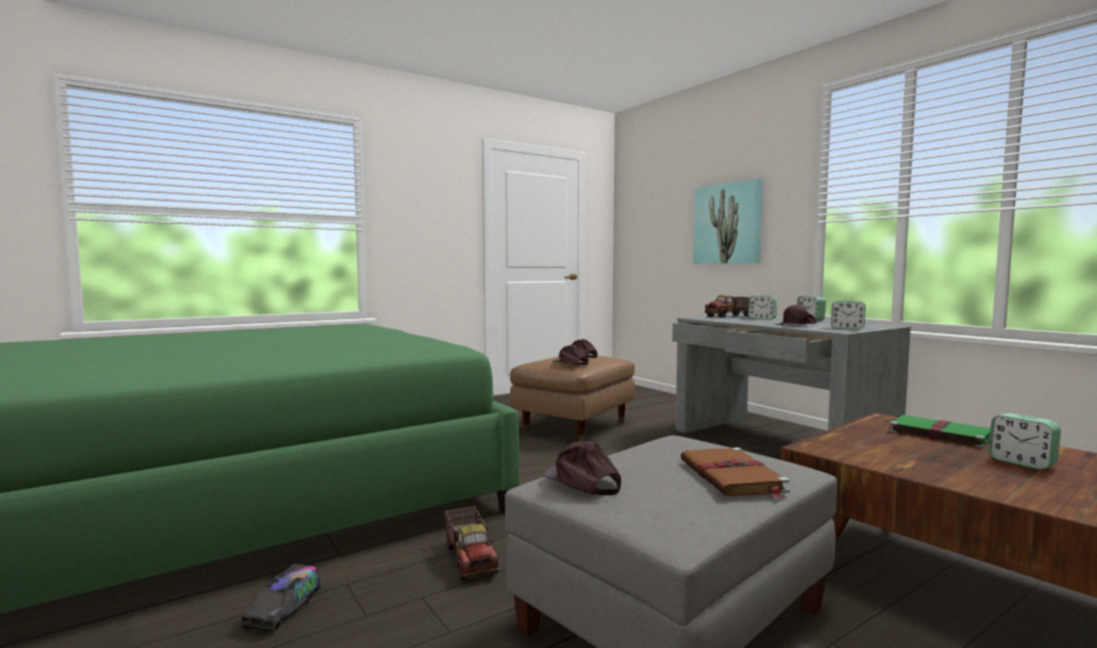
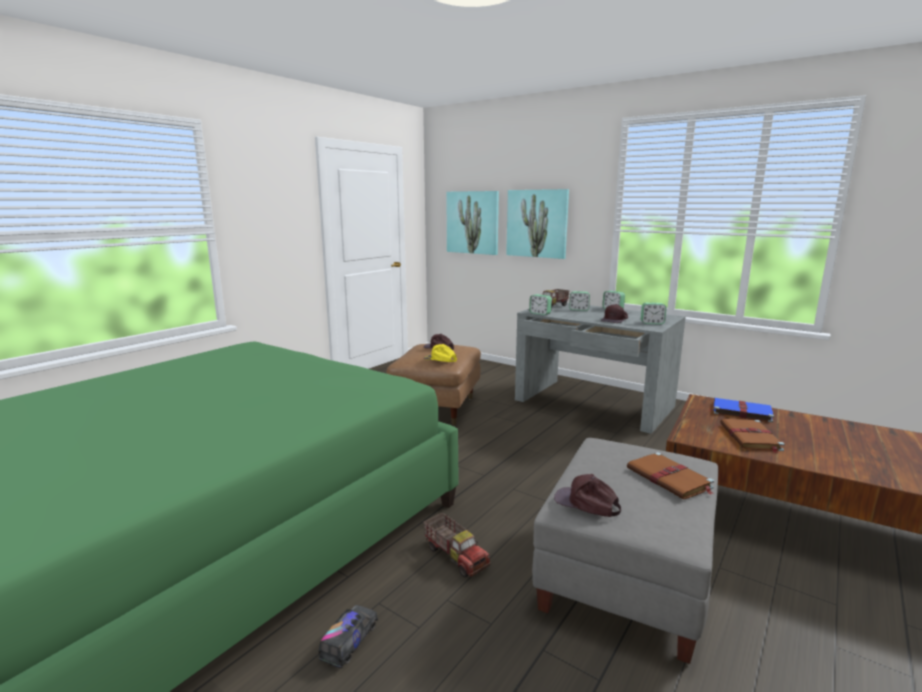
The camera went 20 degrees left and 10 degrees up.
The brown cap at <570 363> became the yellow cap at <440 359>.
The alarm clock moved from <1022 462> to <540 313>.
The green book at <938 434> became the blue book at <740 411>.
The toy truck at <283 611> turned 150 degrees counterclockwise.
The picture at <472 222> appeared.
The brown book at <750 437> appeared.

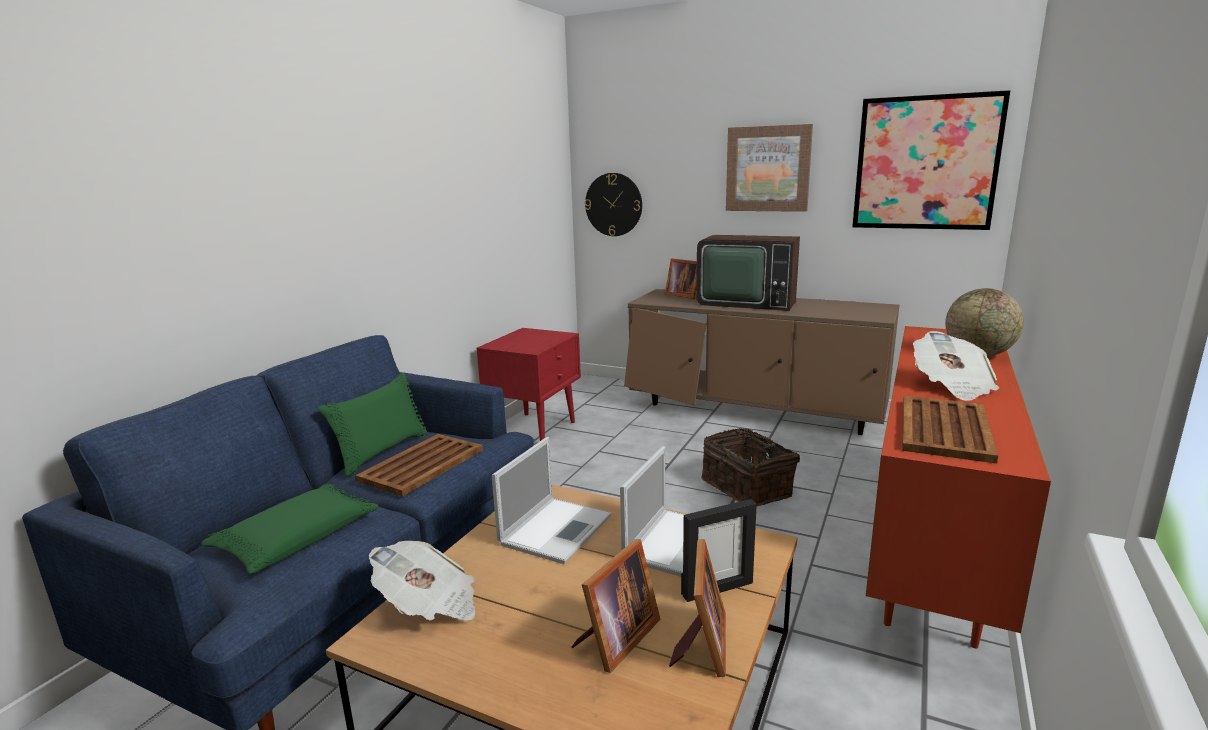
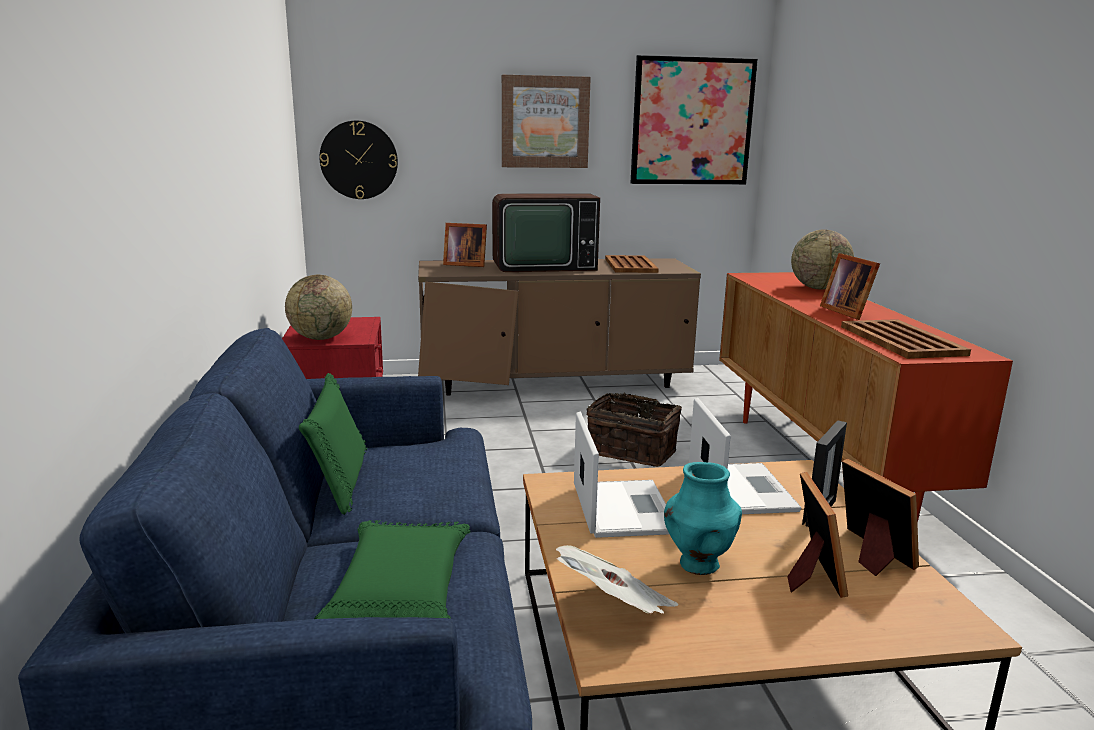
The camera went 35 degrees left and 0 degrees up.
The newspaper at <952 386> was replaced by the picture frame at <847 312>.
The brown tray moved from <423 464> to <630 265>.
The globe at <321 338> appeared.
The turquoise vase at <698 565> appeared.

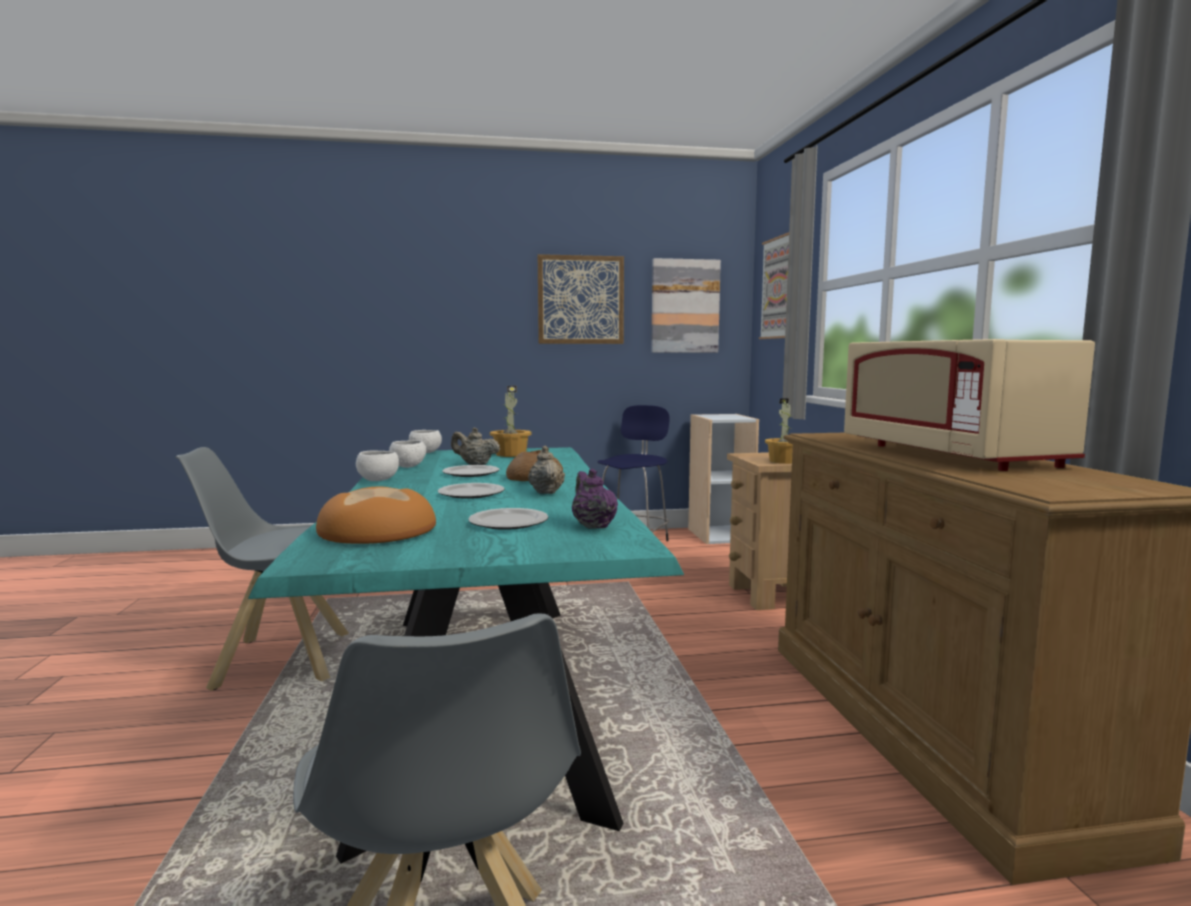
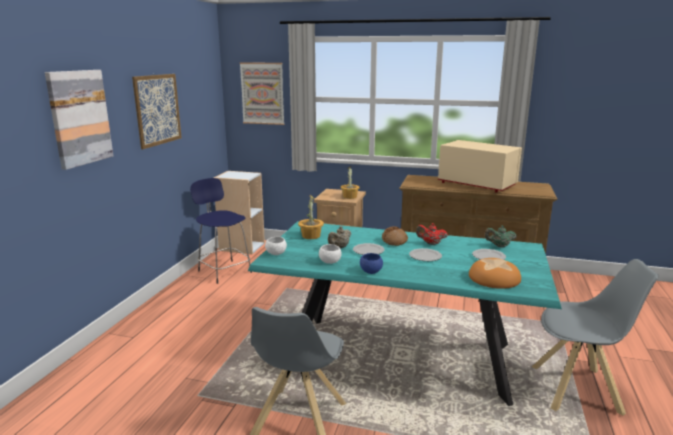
The camera went 65 degrees left and 10 degrees up.
The picture moved from <685 306> to <79 117>.
The beige microwave at <949 455> turned 150 degrees counterclockwise.
The beige teapot at <546 492> became the red teapot at <431 243>.
The white bowl at <378 480> became the blue bowl at <371 272>.
The purple teapot at <593 526> became the green teapot at <499 246>.

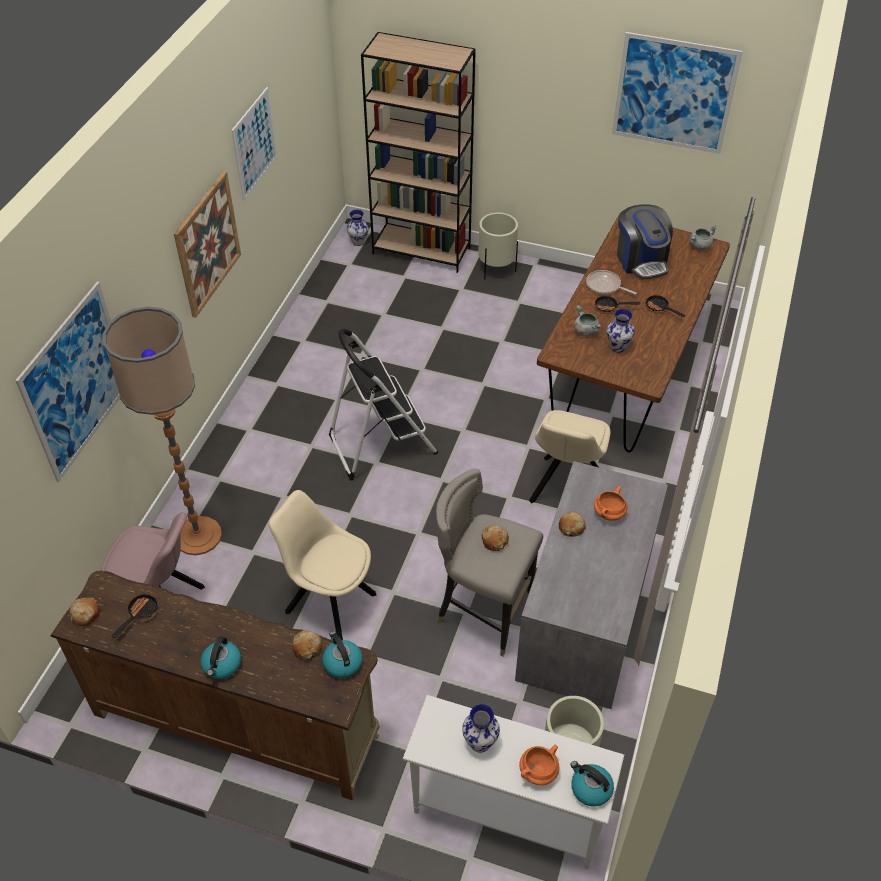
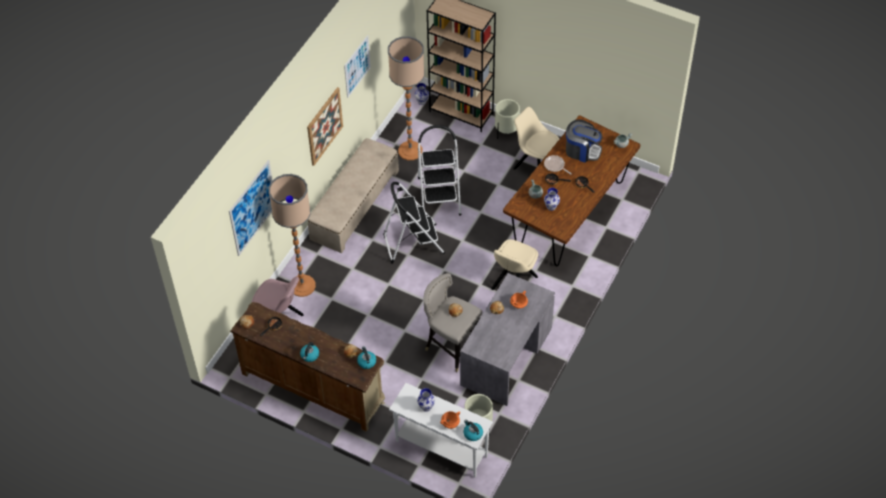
The camera went 10 degrees right and 5 degrees up.
The picture at <674 94> disappeared.
The coffee machine at <641 260> turned 60 degrees counterclockwise.
The beige chair moved from <329 603> to <535 167>.
The floor lamp at <410 151> appeared.
The step ladder at <439 195> appeared.
The beige bench at <355 204> appeared.

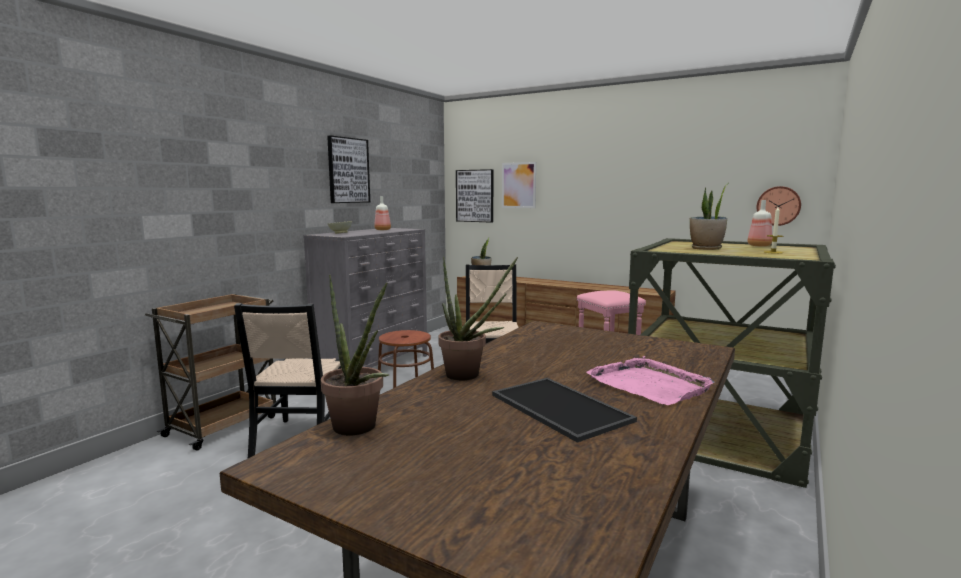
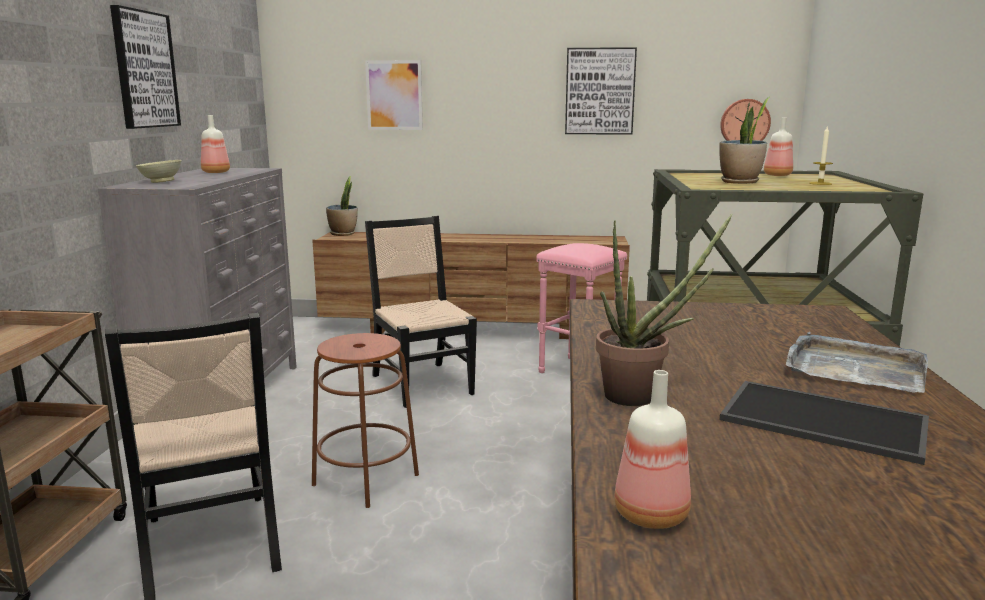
The camera went 25 degrees left and 5 degrees up.
The picture moved from <475 196> to <600 91>.
The potted plant at <359 430> was replaced by the bottle at <651 516>.
The pink tray at <650 384> became the grey tray at <854 368>.

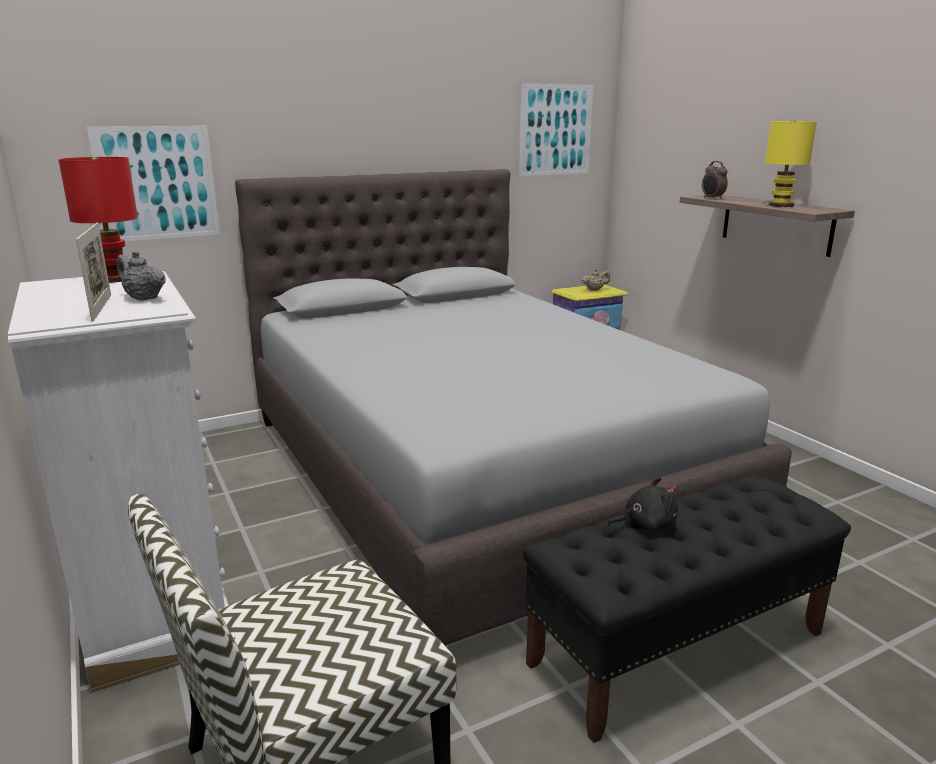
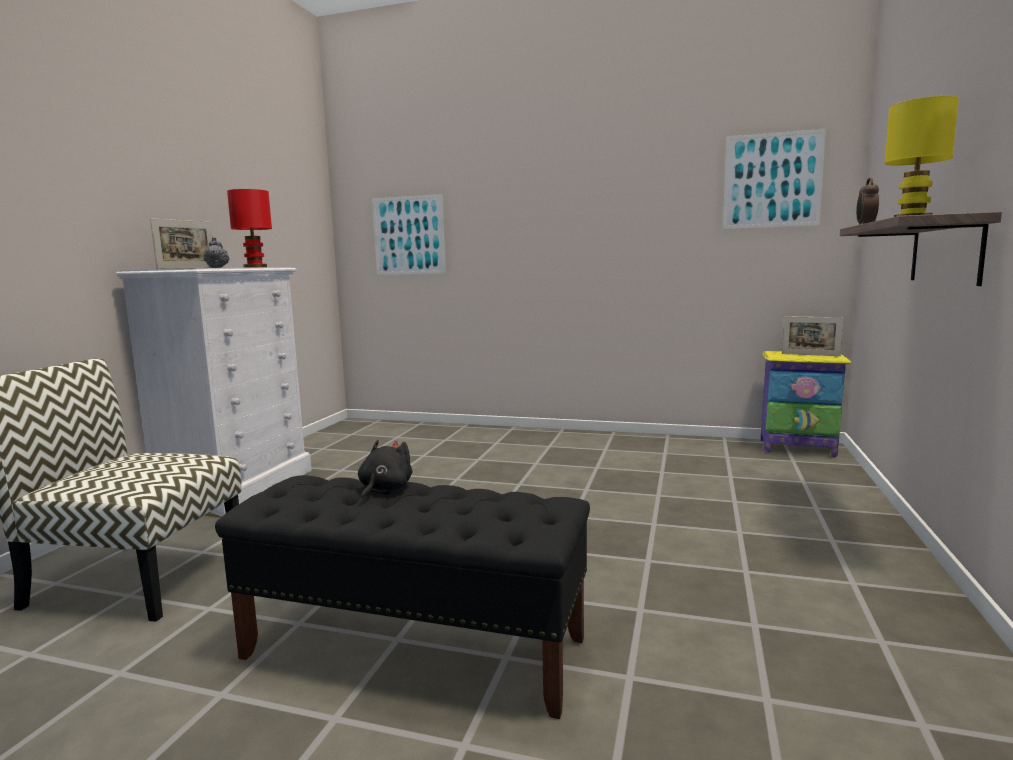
The camera went 45 degrees right and 10 degrees down.
The grey bed at <476 473> disappeared.
The beige teapot at <595 290> was replaced by the picture frame at <810 355>.
The black plush toy at <646 525> turned 105 degrees counterclockwise.

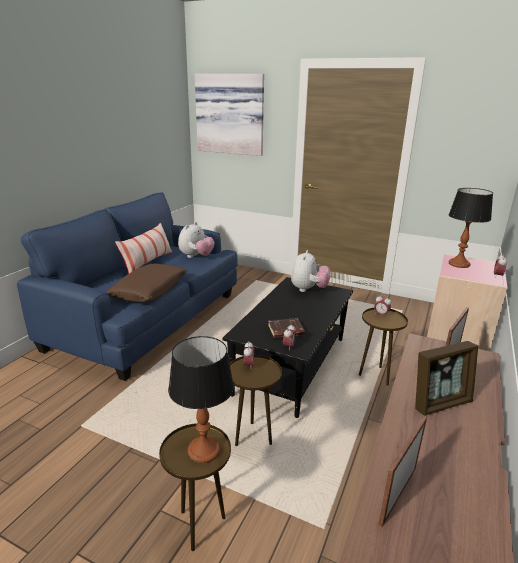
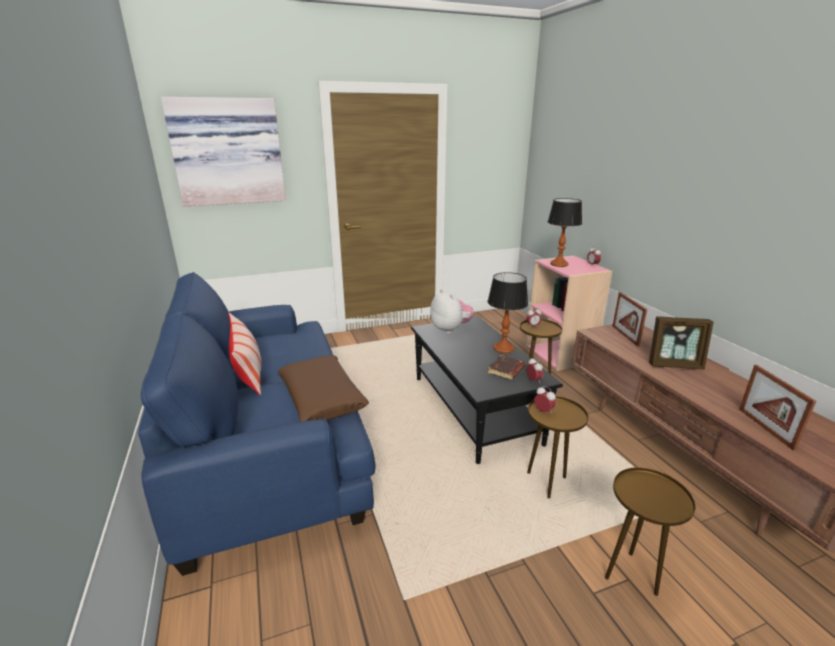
The camera went 45 degrees left and 0 degrees up.
The plush toy at <196 256> disappeared.
The table lamp moved from <204 450> to <503 348>.
The picture frame at <440 403> turned 75 degrees clockwise.

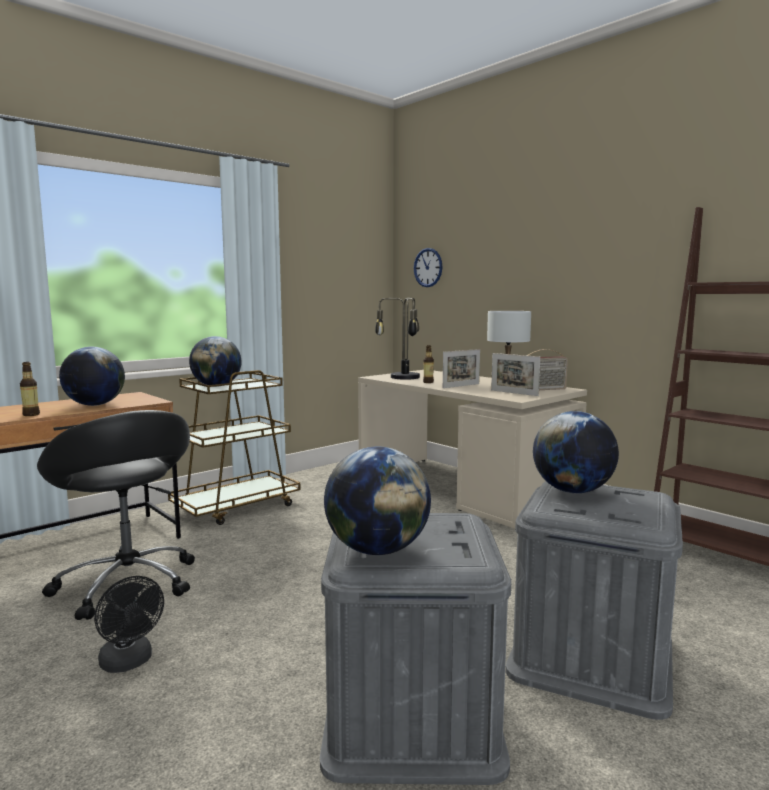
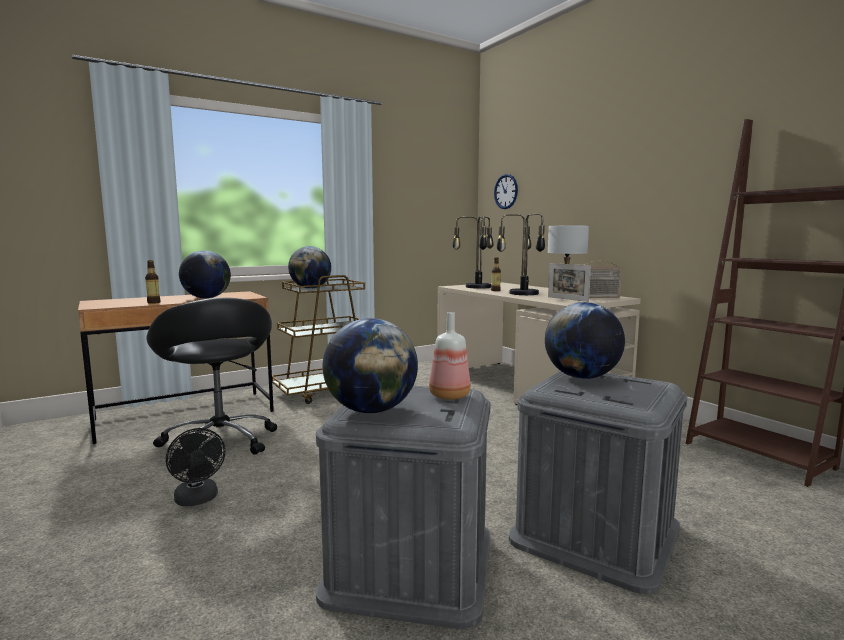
The camera went 10 degrees right and 0 degrees up.
The picture frame at <461 386> was replaced by the table lamp at <523 293>.
The bottle at <448 396> appeared.

